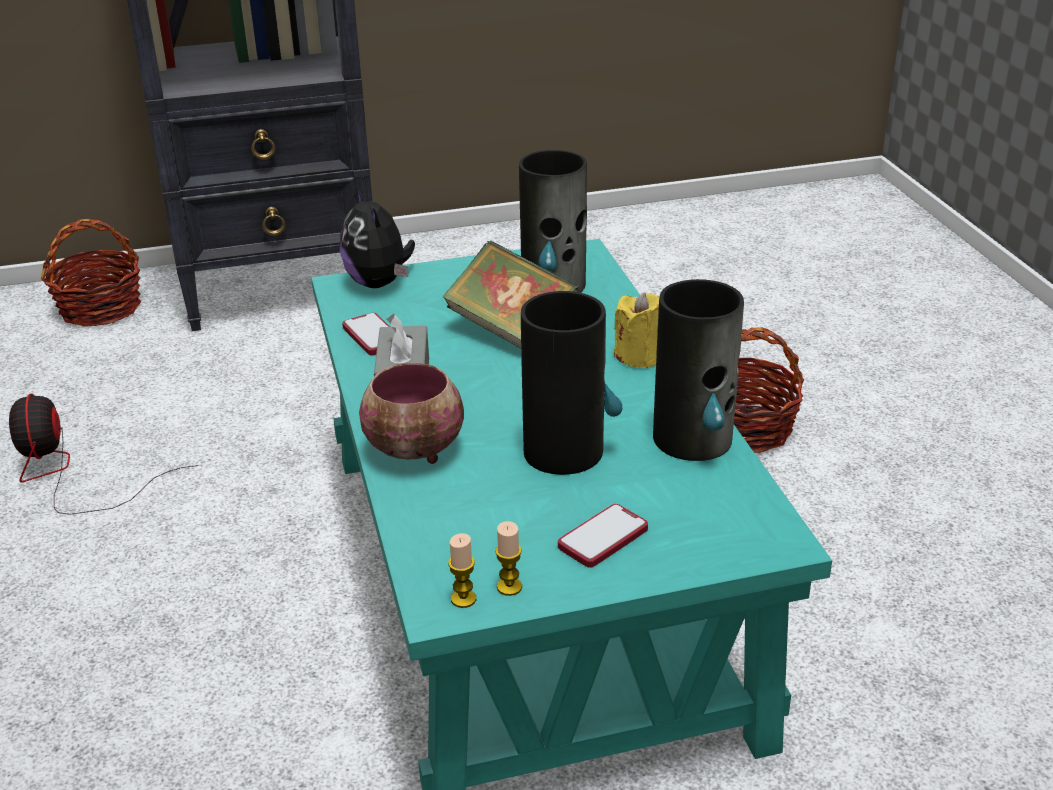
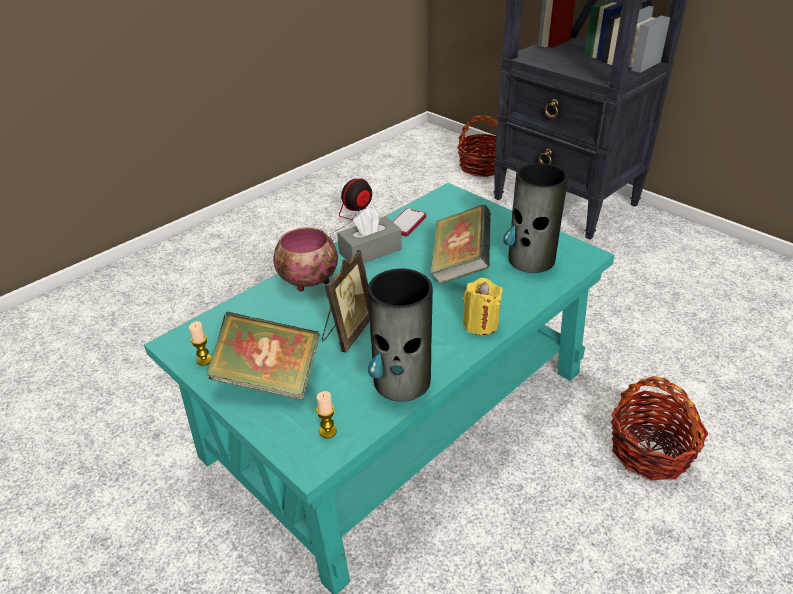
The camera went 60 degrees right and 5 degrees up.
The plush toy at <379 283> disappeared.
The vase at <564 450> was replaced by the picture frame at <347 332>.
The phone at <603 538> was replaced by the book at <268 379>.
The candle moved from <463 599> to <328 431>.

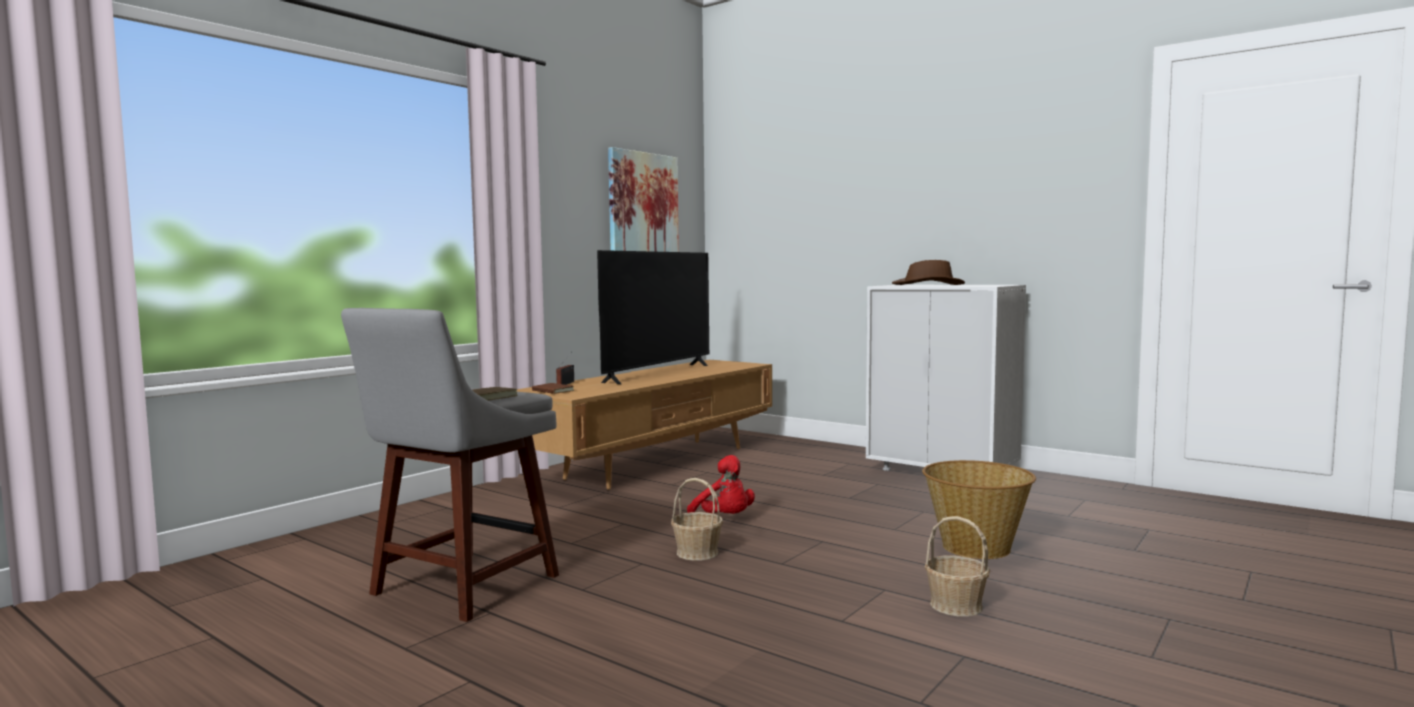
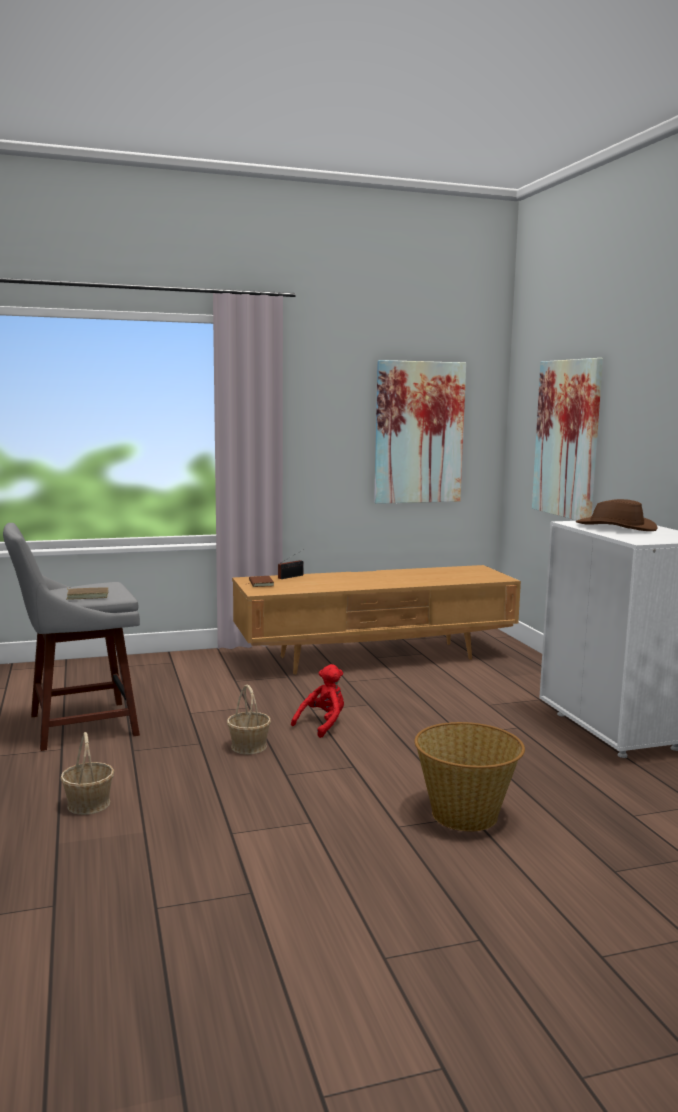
The camera went 35 degrees right and 5 degrees up.
The television at <658 373> disappeared.
The red plush toy at <724 519> turned 135 degrees counterclockwise.
The basket moved from <955 605> to <89 804>.
The picture at <567 438> appeared.

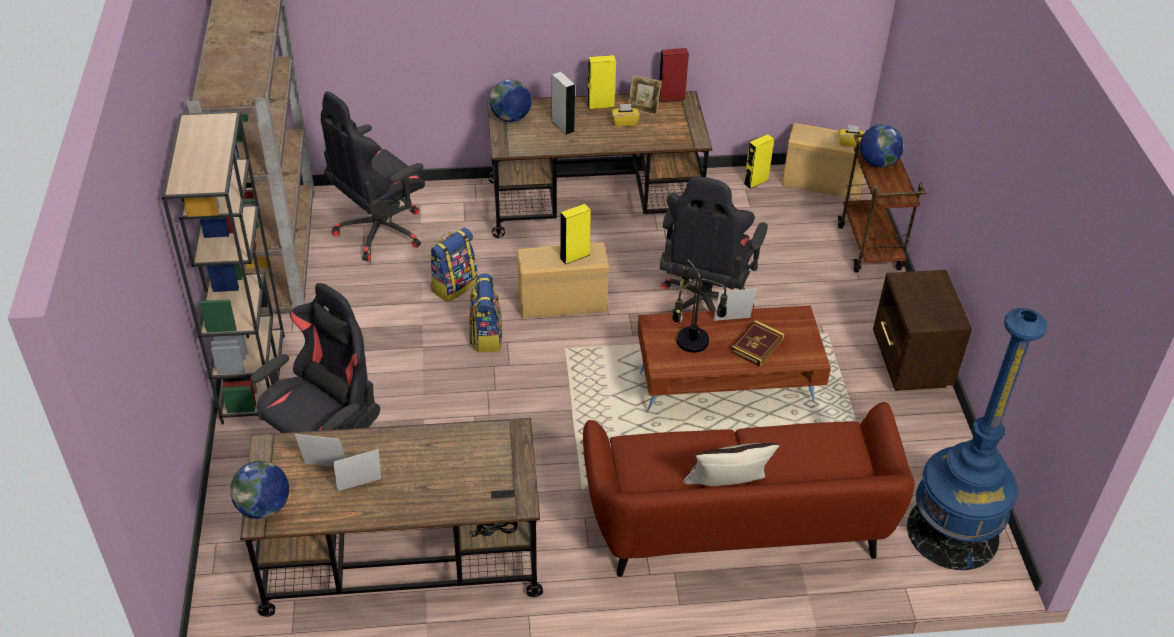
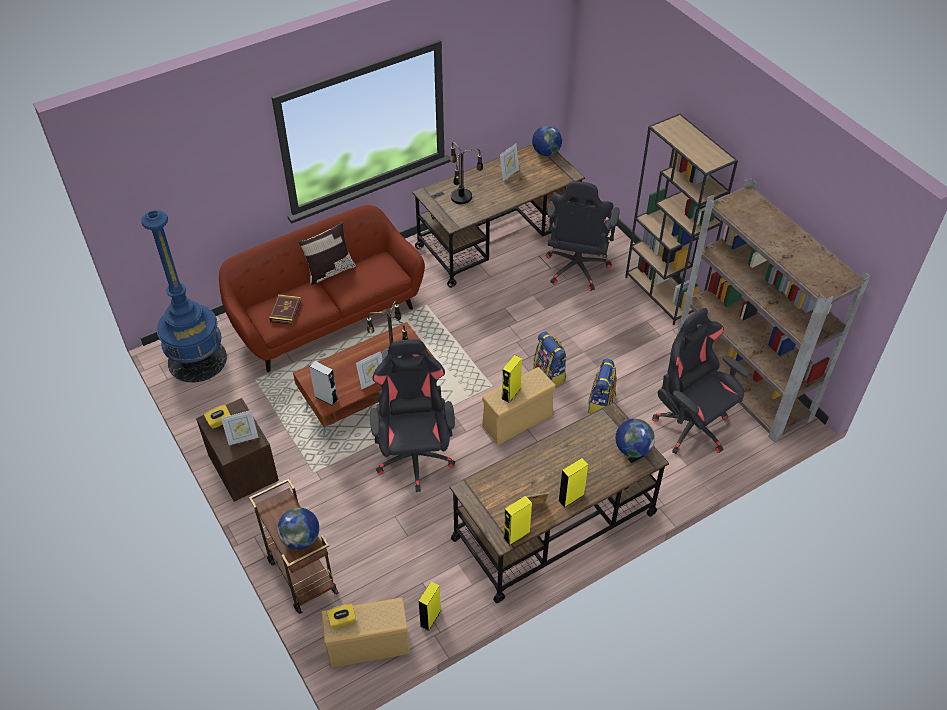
The camera went 155 degrees right and 5 degrees up.
The red speaker at <671 98> became the yellow speaker at <516 535>.
The grey speaker moved from <563 126> to <326 398>.
The black office chair at <381 231> turned 60 degrees counterclockwise.
The yellow tissue box moved from <625 122> to <219 421>.
The book moved from <757 346> to <285 311>.
The picture frame moved from <325 469> to <243 439>.
The table lamp at <461 197> appeared.

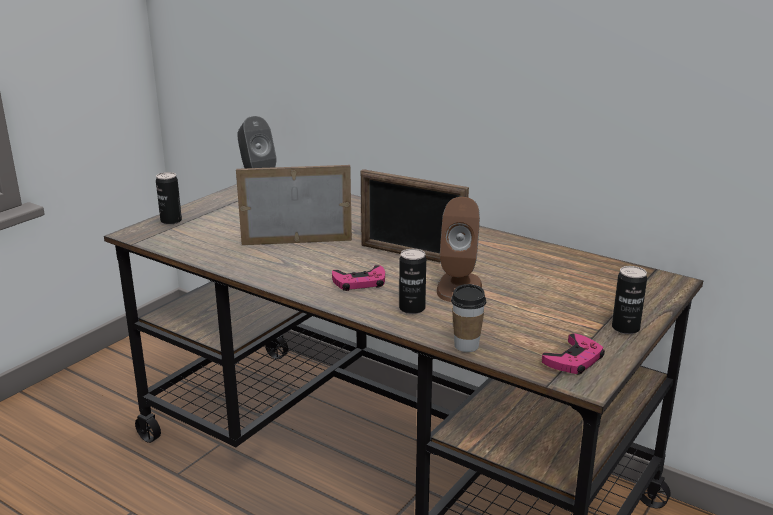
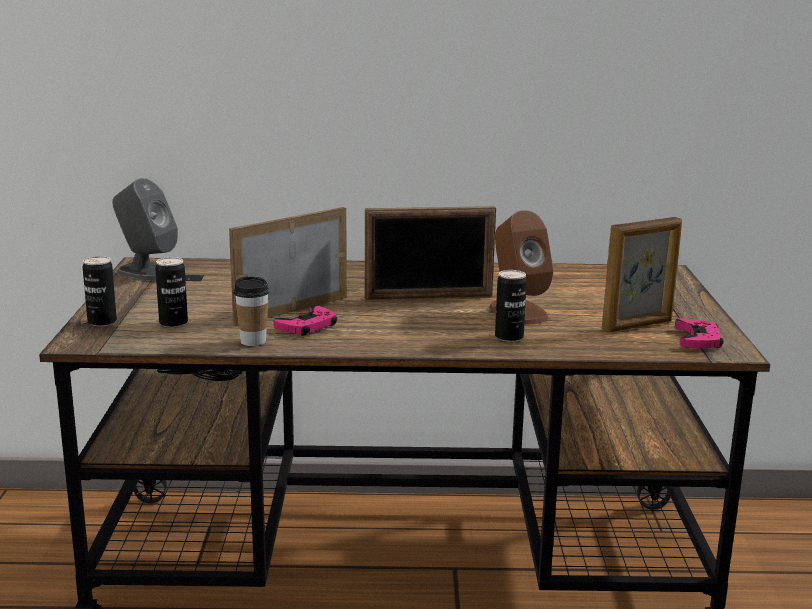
The camera went 35 degrees left and 5 degrees down.
The pink game controller moved from <360 283> to <307 326>.
The can moved from <625 328> to <173 323>.
The cup moved from <466 346> to <253 341>.
The picture frame at <638 326> appeared.

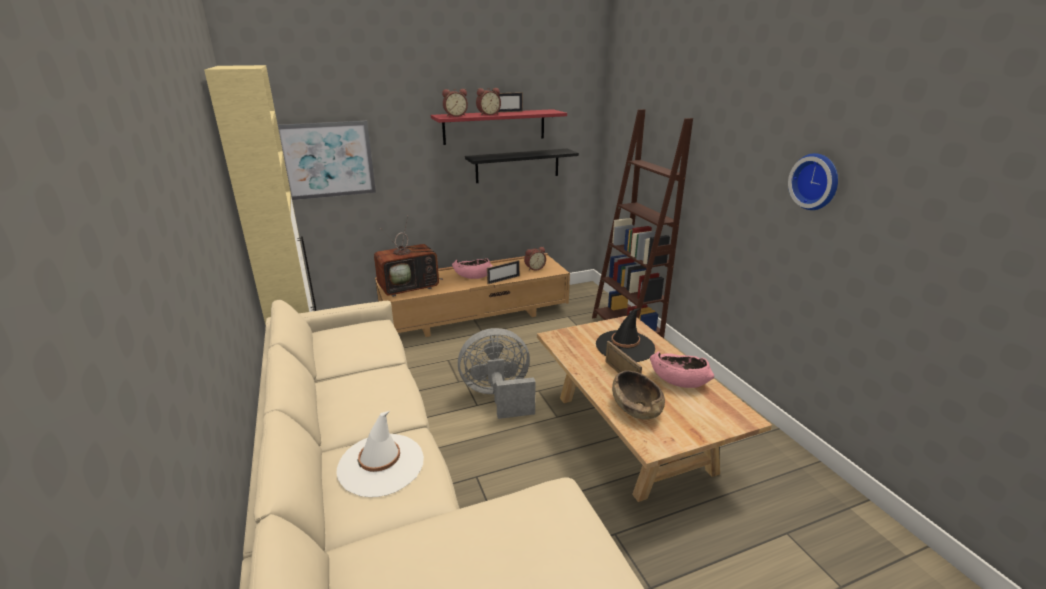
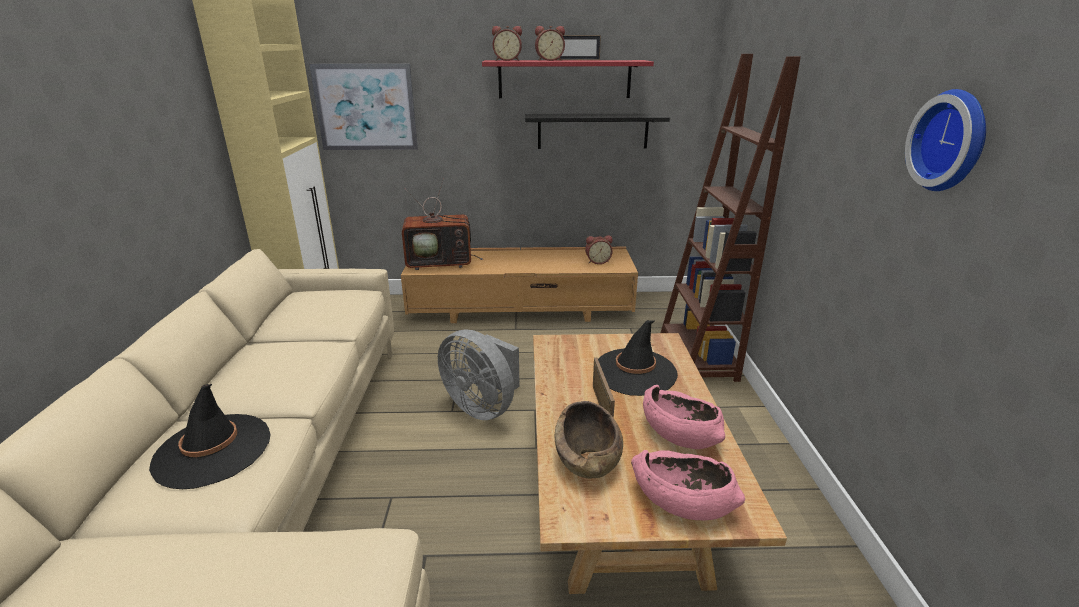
The camera went 20 degrees right and 0 degrees up.
The pink bowl moved from <472 276> to <681 500>.
The picture frame at <503 280> disappeared.
The grey fan at <498 397> turned 150 degrees counterclockwise.
The white hat at <381 464> became the black hat at <213 450>.

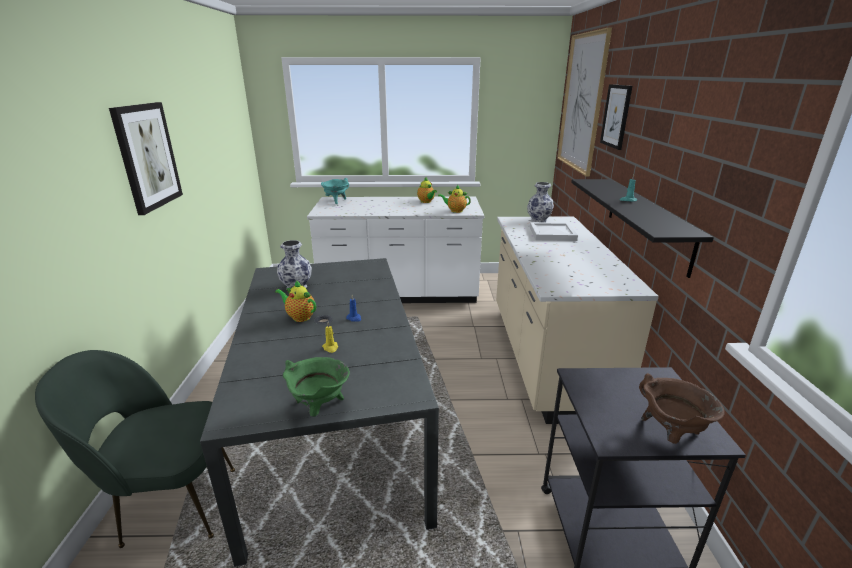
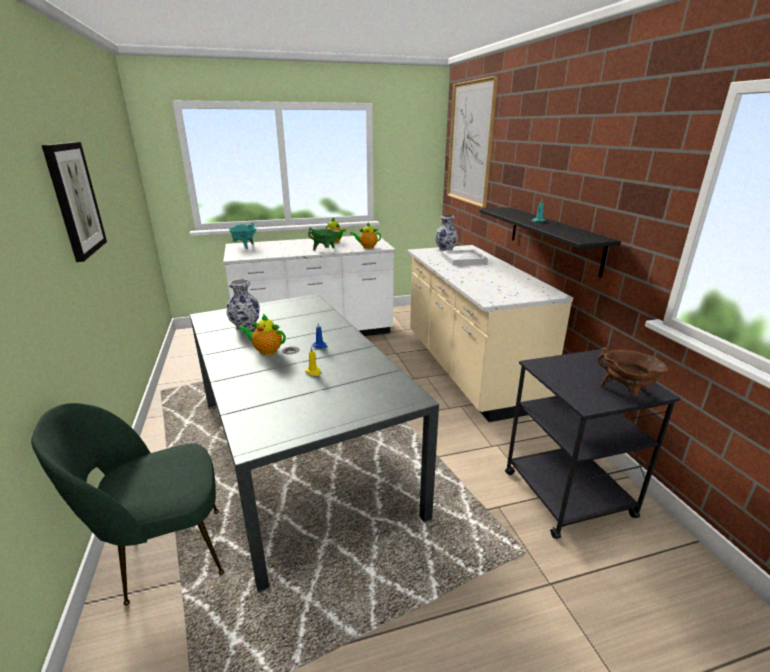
The camera went 15 degrees left and 0 degrees up.
The picture at <616 116> disappeared.
The green cooking pot moved from <319 408> to <325 250>.

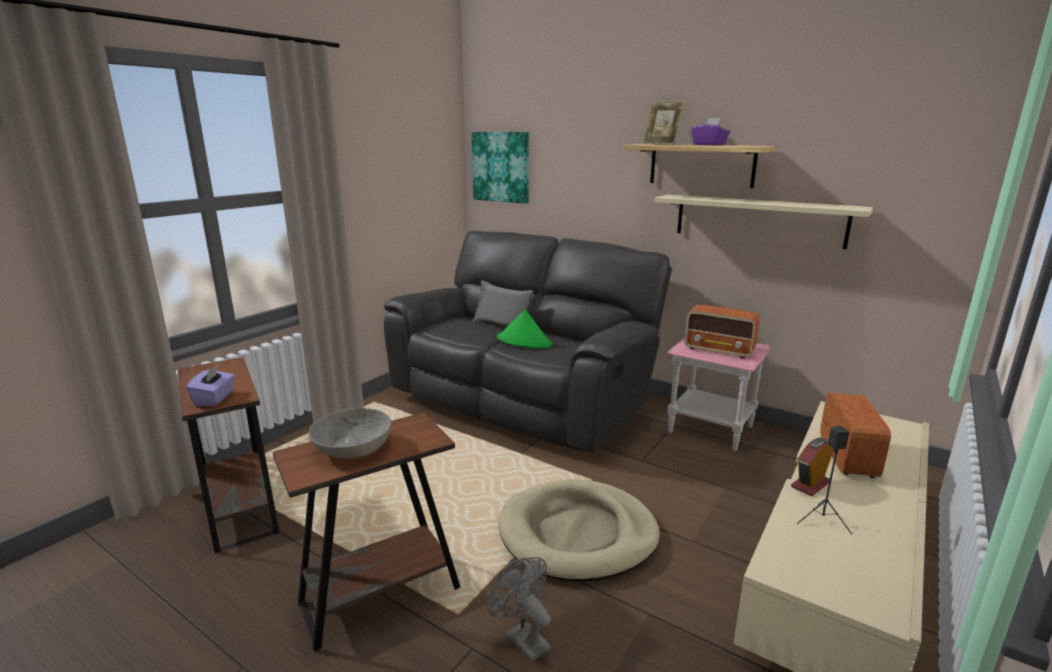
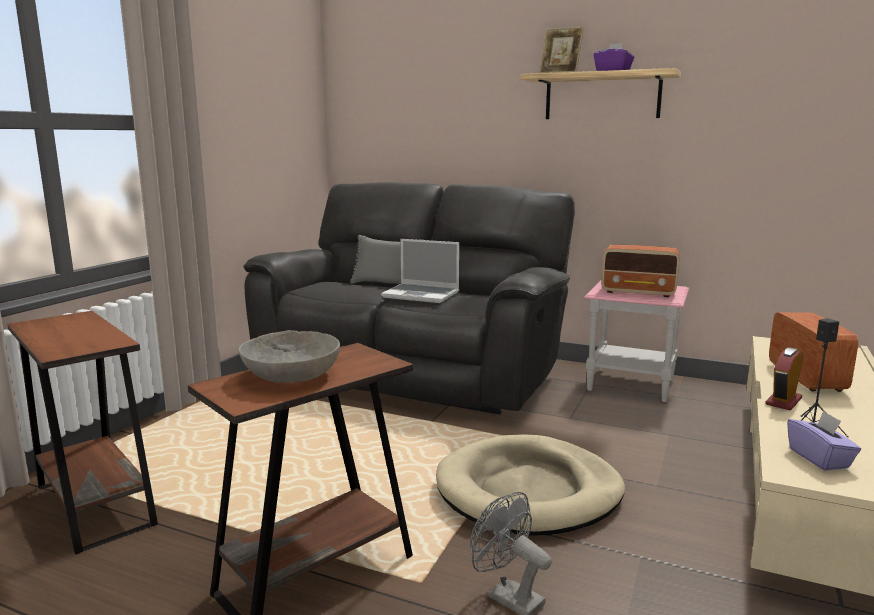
The camera went 10 degrees left and 5 degrees down.
The picture at <501 167> disappeared.
The beige shelf at <758 220> disappeared.
The green hat at <524 341> was replaced by the laptop at <422 295>.
The purple tissue box moved from <215 398> to <819 458>.

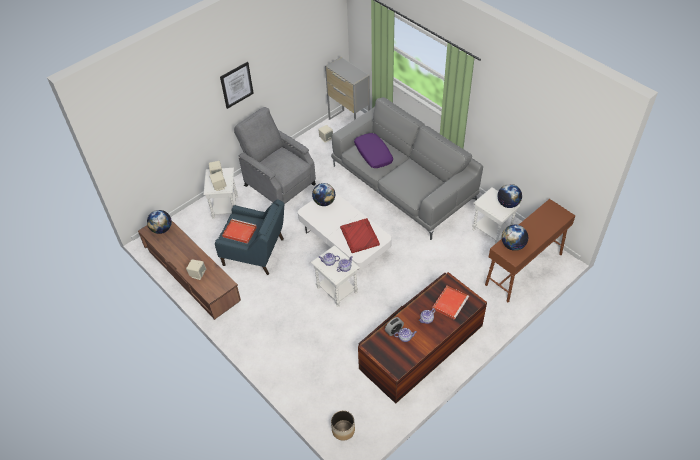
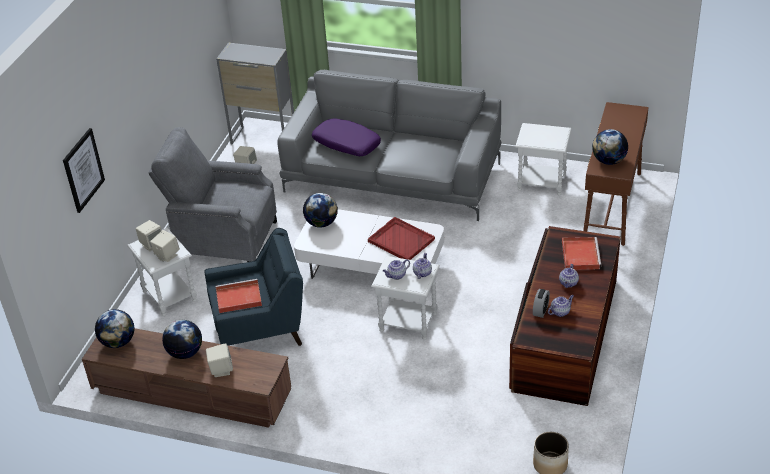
The camera went 30 degrees left and 10 degrees down.
The picture moved from <236 85> to <83 170>.
The globe moved from <508 204> to <185 352>.

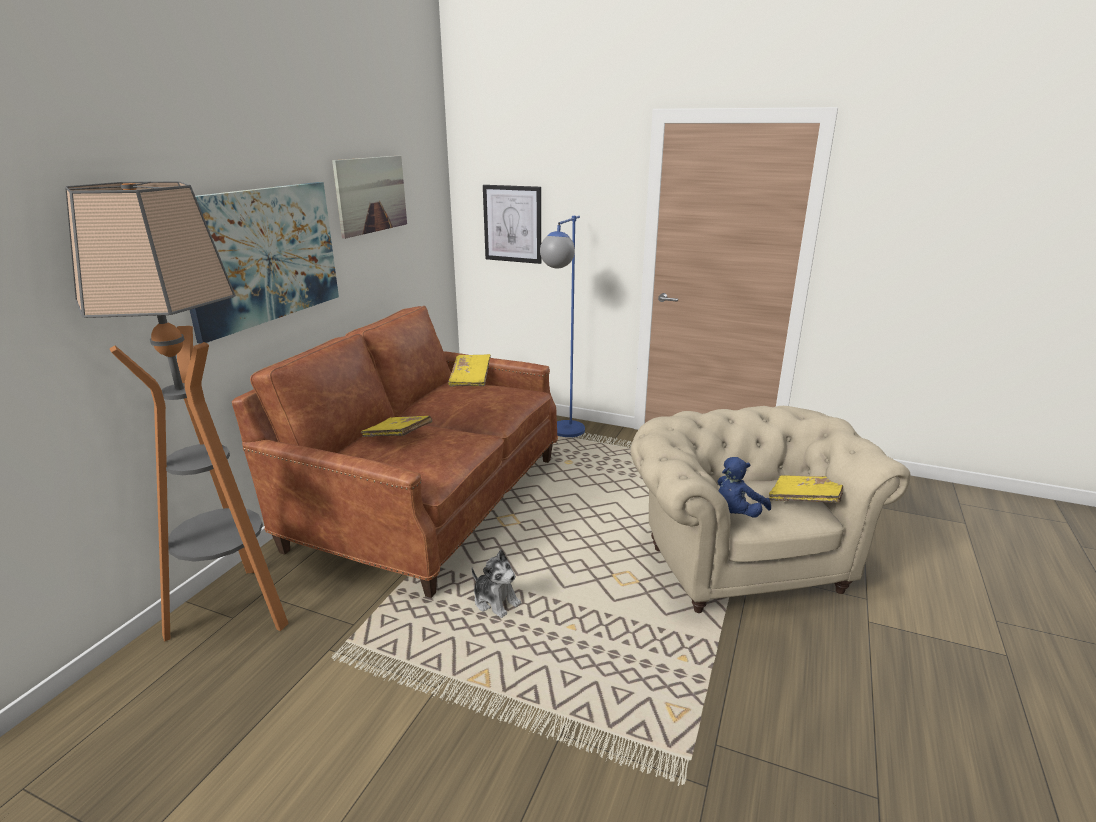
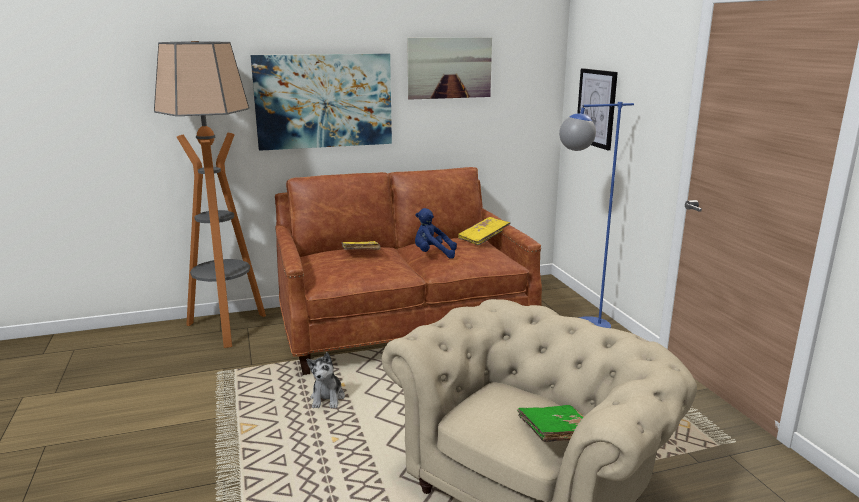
The camera went 50 degrees right and 5 degrees down.
The blue plush toy moved from <736 514> to <433 254>.
The yellow book at <806 499> became the green book at <556 436>.

